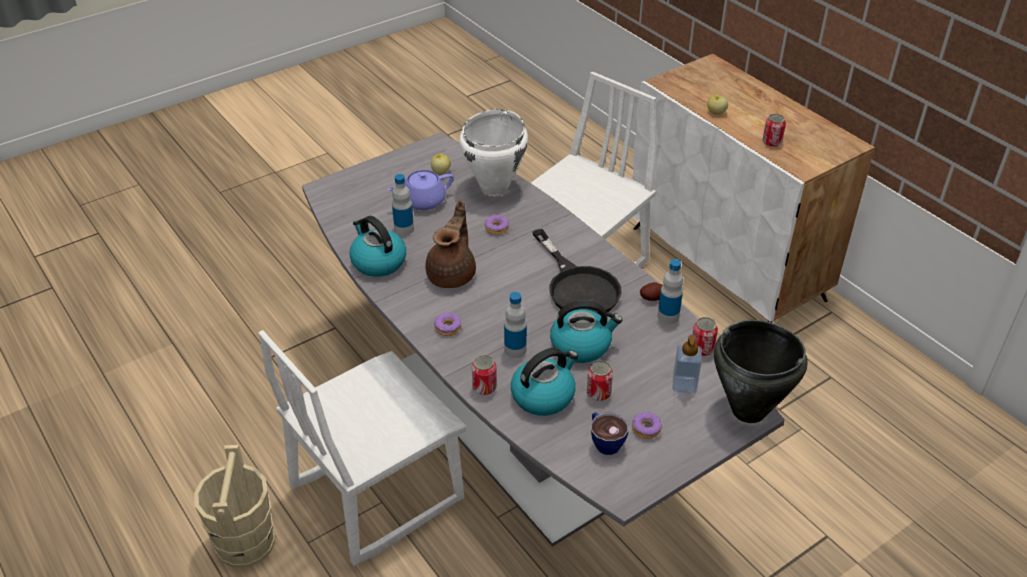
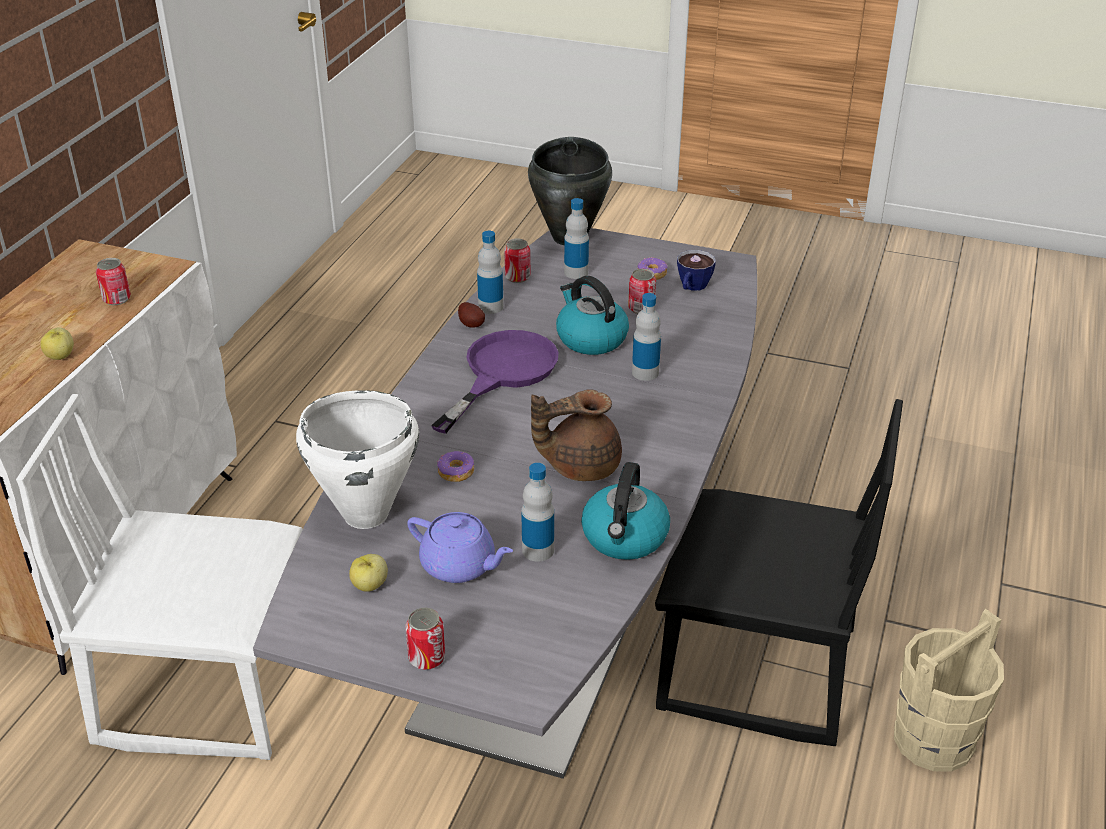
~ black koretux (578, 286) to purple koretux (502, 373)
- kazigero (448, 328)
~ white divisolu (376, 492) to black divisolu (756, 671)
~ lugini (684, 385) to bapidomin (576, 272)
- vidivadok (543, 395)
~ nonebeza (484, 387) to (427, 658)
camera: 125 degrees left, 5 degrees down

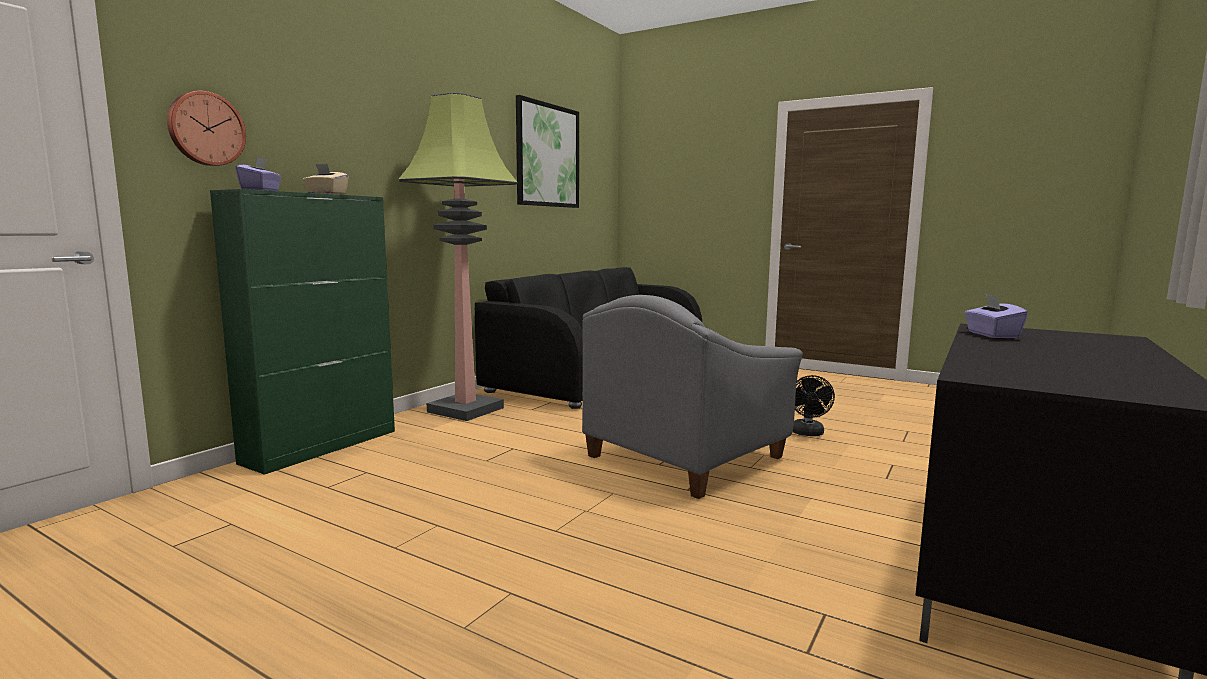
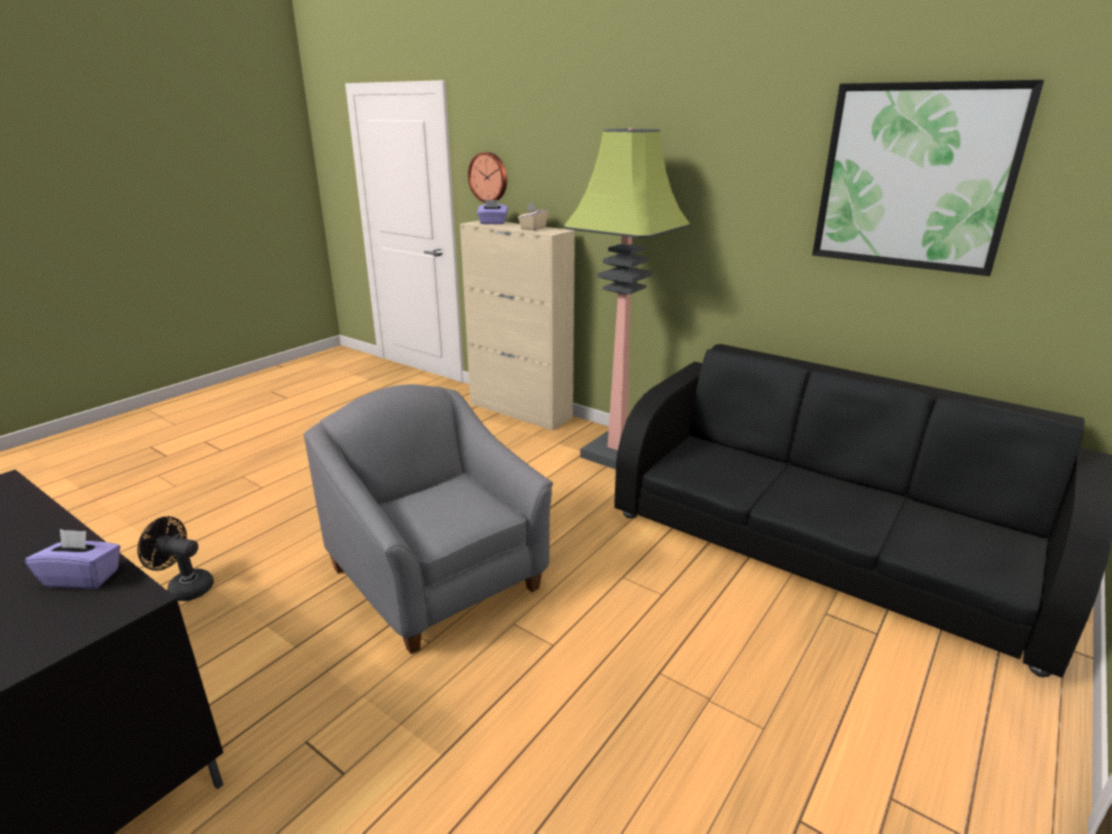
~ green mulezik (322, 446) to beige mulezik (520, 411)
~ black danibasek (808, 434) to (185, 587)
camera: 95 degrees right, 15 degrees up

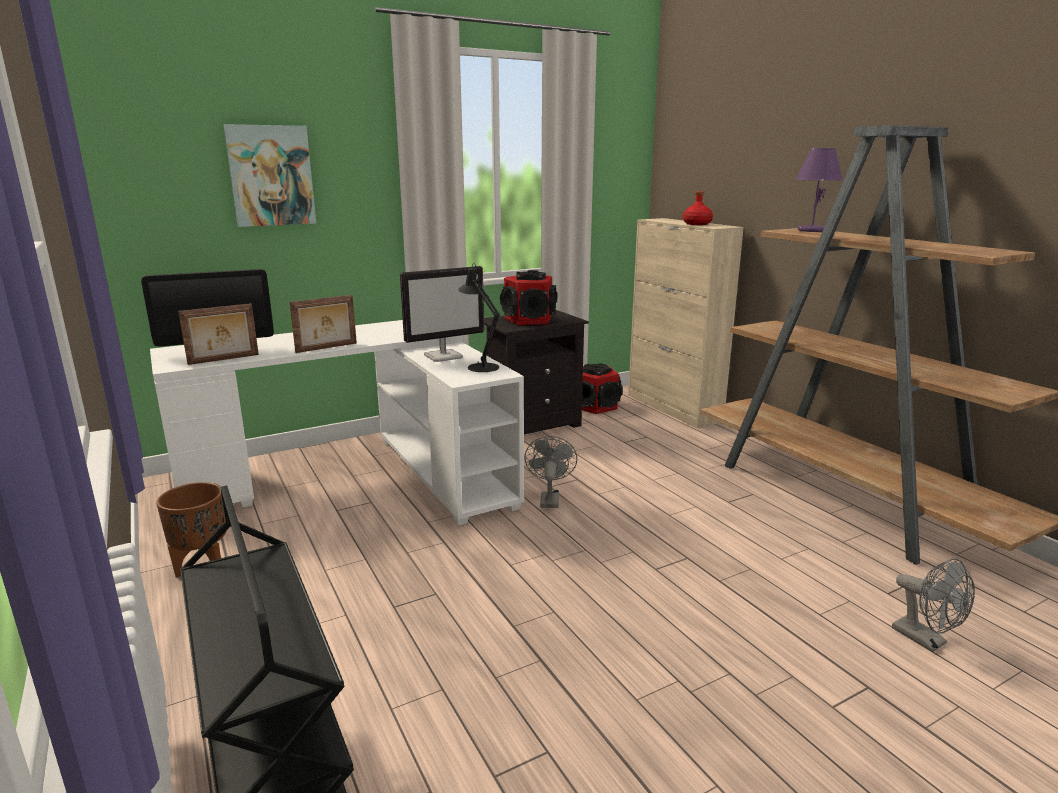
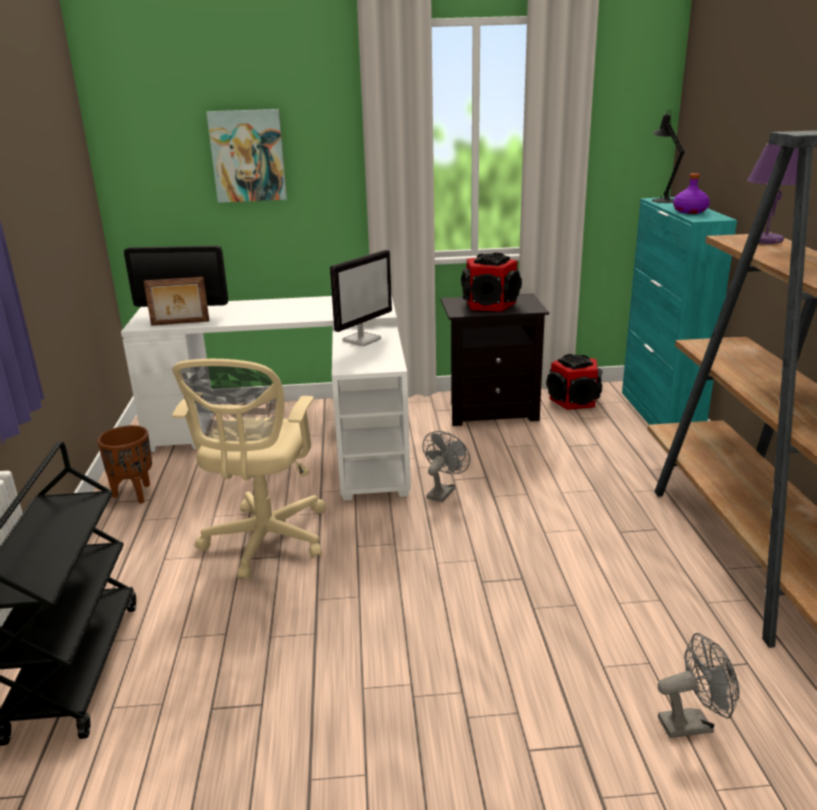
~ red bapidomin (696, 224) to purple bapidomin (689, 211)
~ beige mulezik (673, 408) to turquoise mulezik (660, 415)
~ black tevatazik (480, 366) to (663, 200)
~ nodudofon (444, 356) = (362, 339) 45 degrees counterclockwise
- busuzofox (327, 348)
~ grey danibasek (926, 640) = (692, 724) 90 degrees counterclockwise
+ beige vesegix (264, 542)
camera: 25 degrees right, 5 degrees up

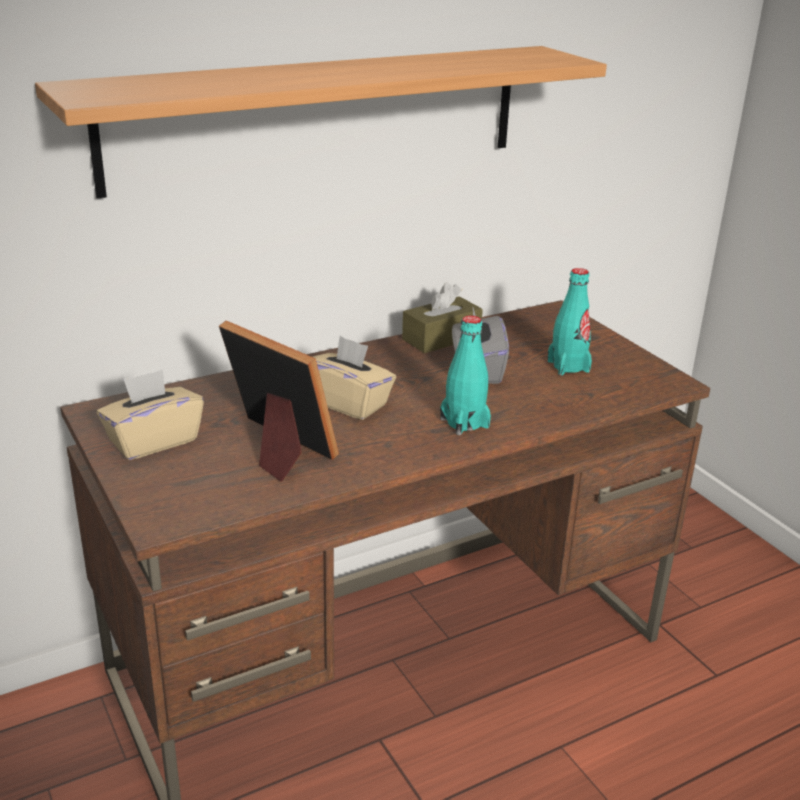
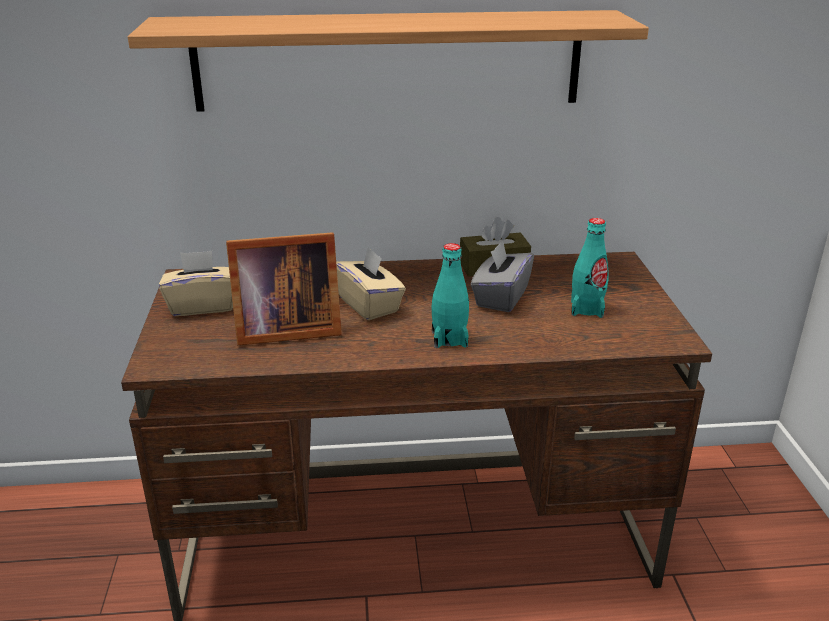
~ busuzofox (277, 448) = (283, 329) 105 degrees clockwise
camera: 25 degrees right, 0 degrees up

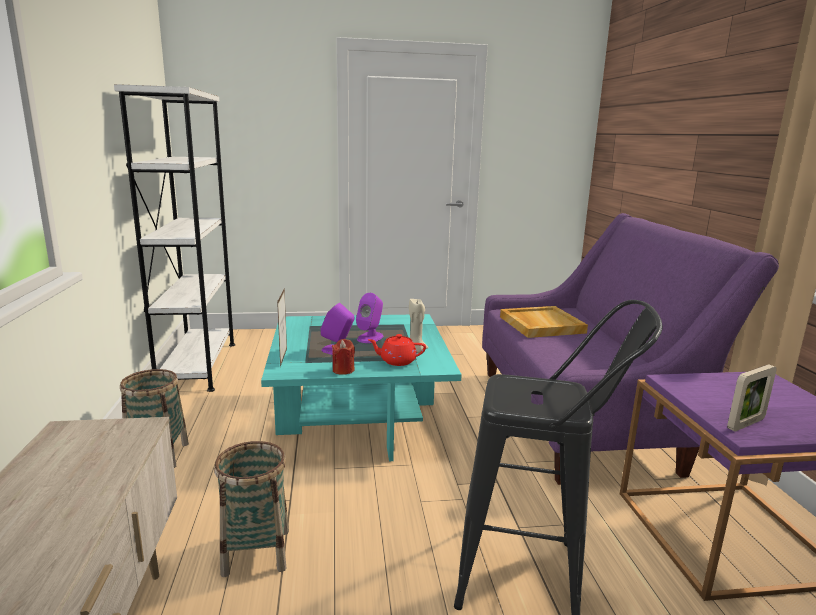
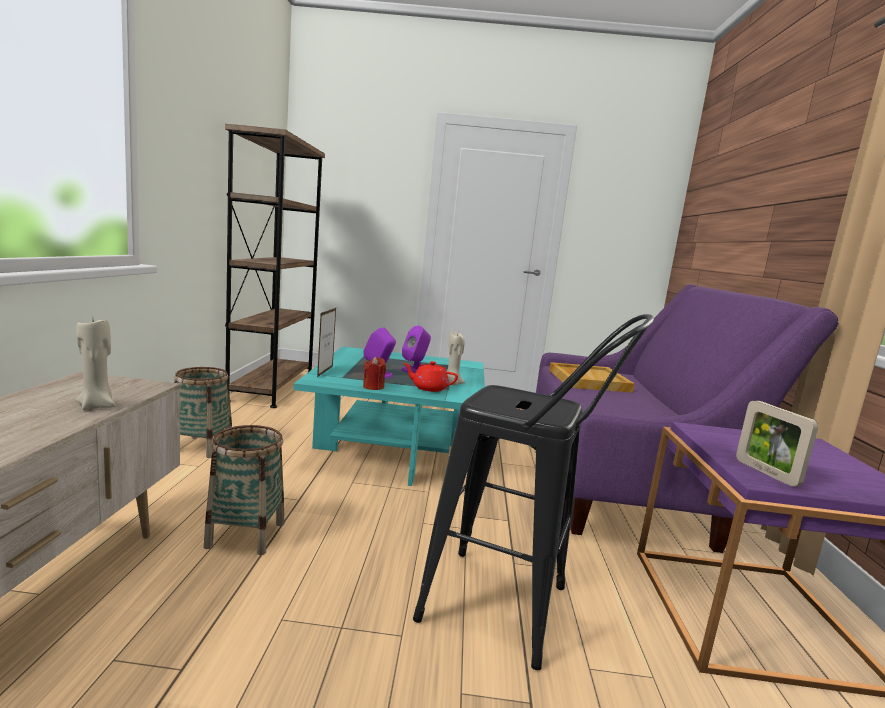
~ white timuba (198, 366) to brown timuba (272, 388)
~ busuzofox (746, 424) = (766, 473) 90 degrees clockwise
+ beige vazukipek (97, 406)
camera: 10 degrees right, 5 degrees down

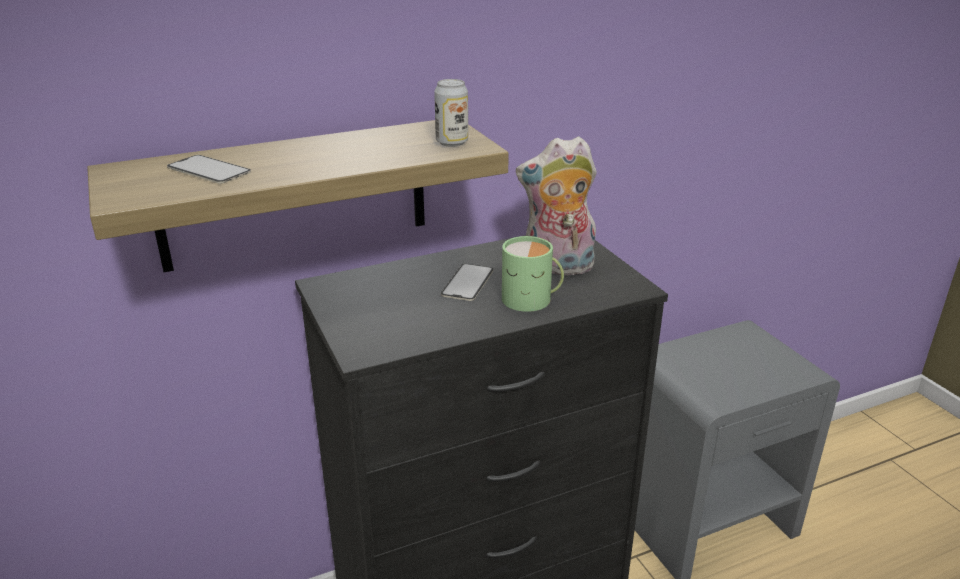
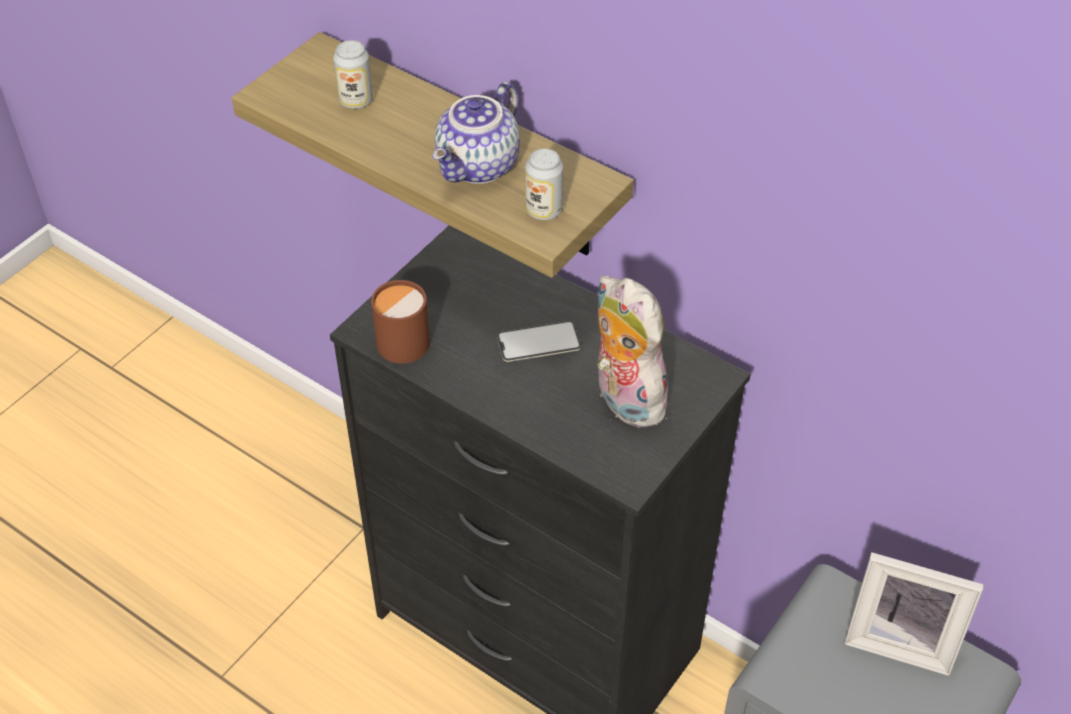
~ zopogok (209, 170) to nonebeza (356, 100)
- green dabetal (531, 300)
+ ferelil (479, 167)
+ brown dabetal (399, 339)
+ busuzofox (900, 640)
camera: 60 degrees right, 20 degrees up

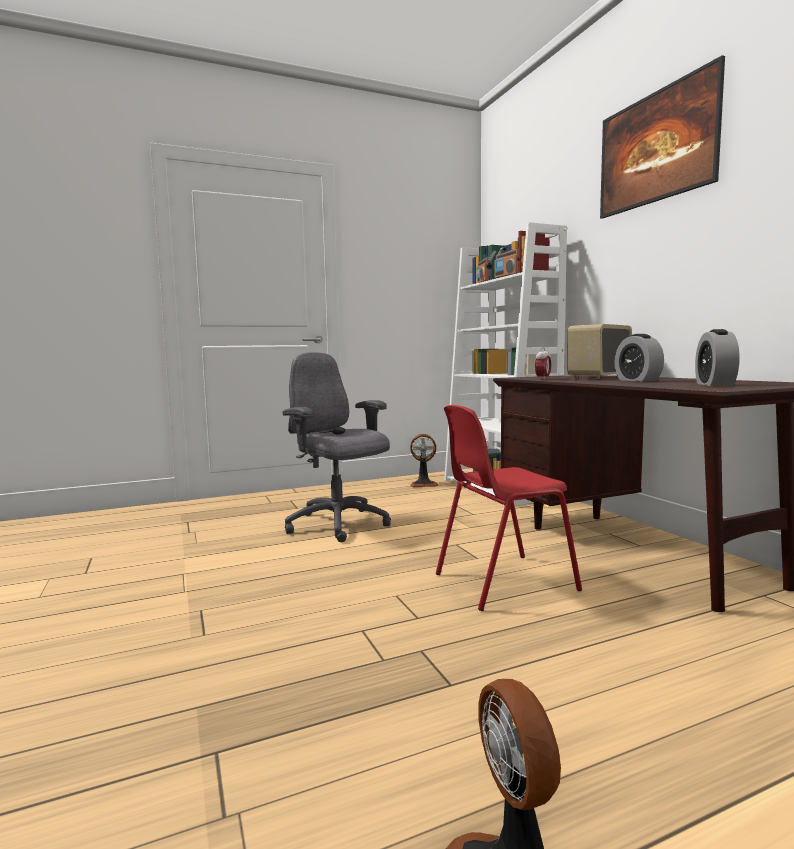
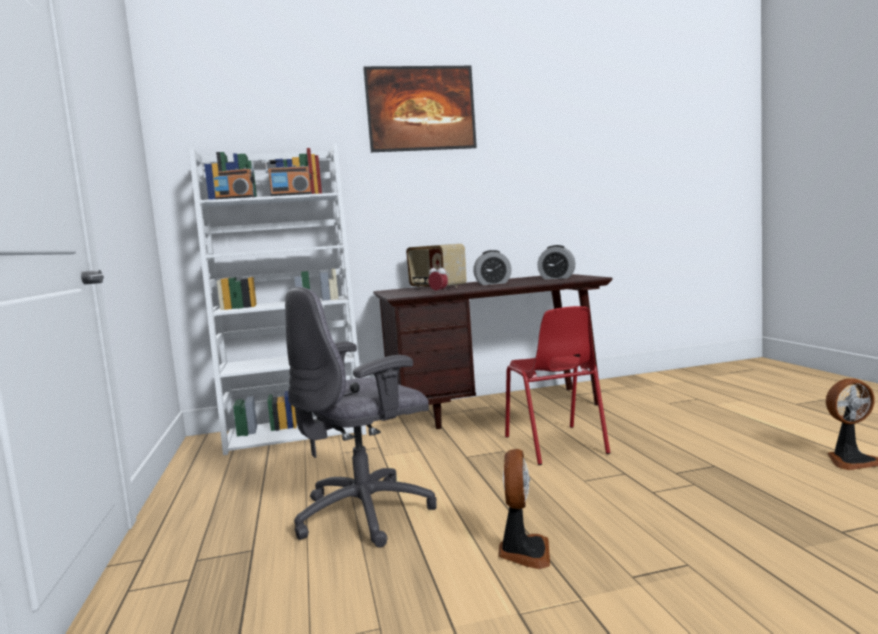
~ danibasek (423, 484) to (523, 552)
camera: 80 degrees left, 0 degrees up

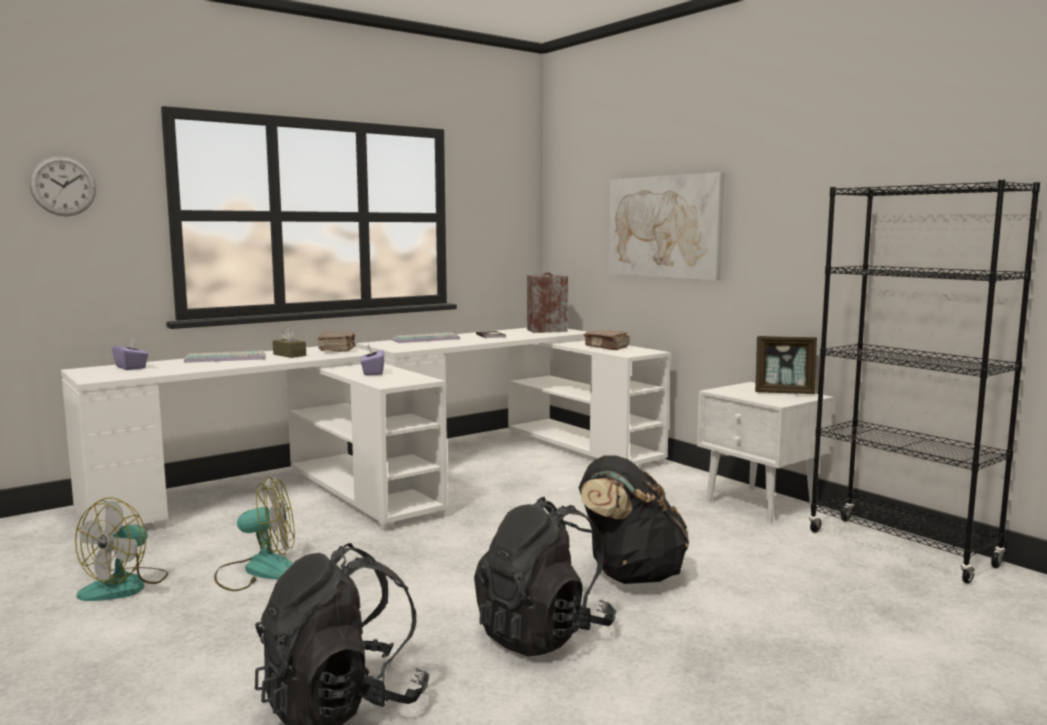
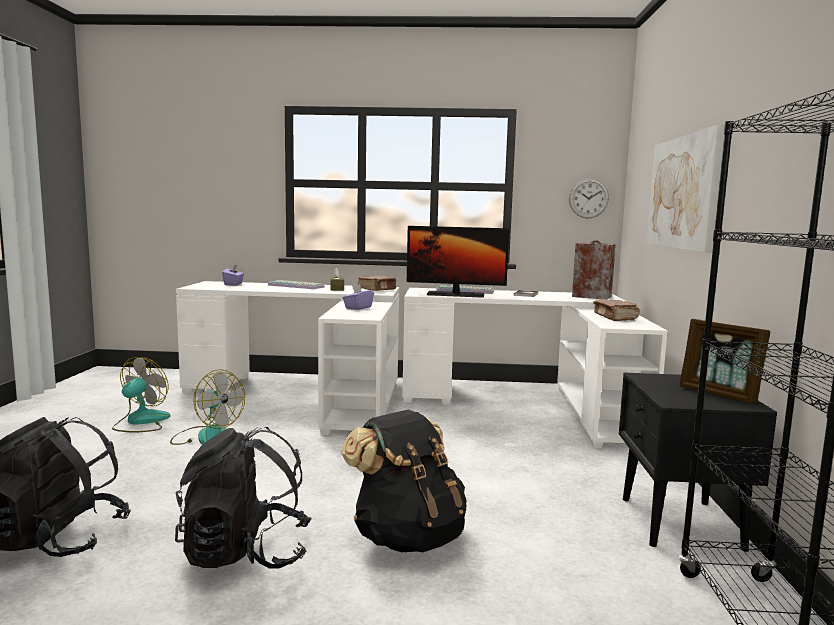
~ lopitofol (63, 186) to (588, 198)
~ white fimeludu (760, 505) to black fimeludu (680, 524)
~ danibasek (125, 585) = (141, 422) 135 degrees clockwise
+ nodudofon (455, 294)
camera: 40 degrees right, 0 degrees up

